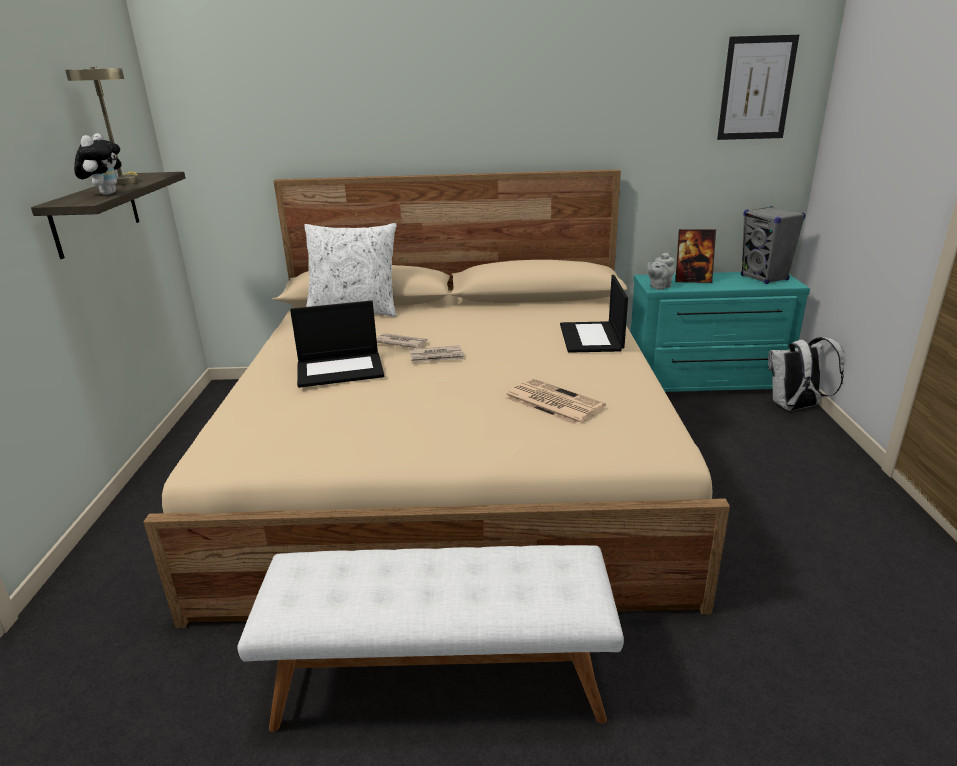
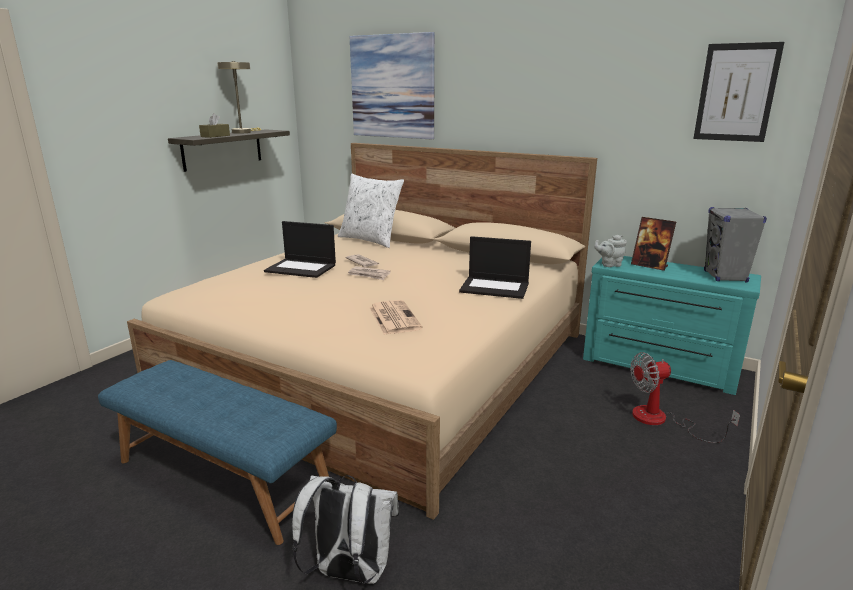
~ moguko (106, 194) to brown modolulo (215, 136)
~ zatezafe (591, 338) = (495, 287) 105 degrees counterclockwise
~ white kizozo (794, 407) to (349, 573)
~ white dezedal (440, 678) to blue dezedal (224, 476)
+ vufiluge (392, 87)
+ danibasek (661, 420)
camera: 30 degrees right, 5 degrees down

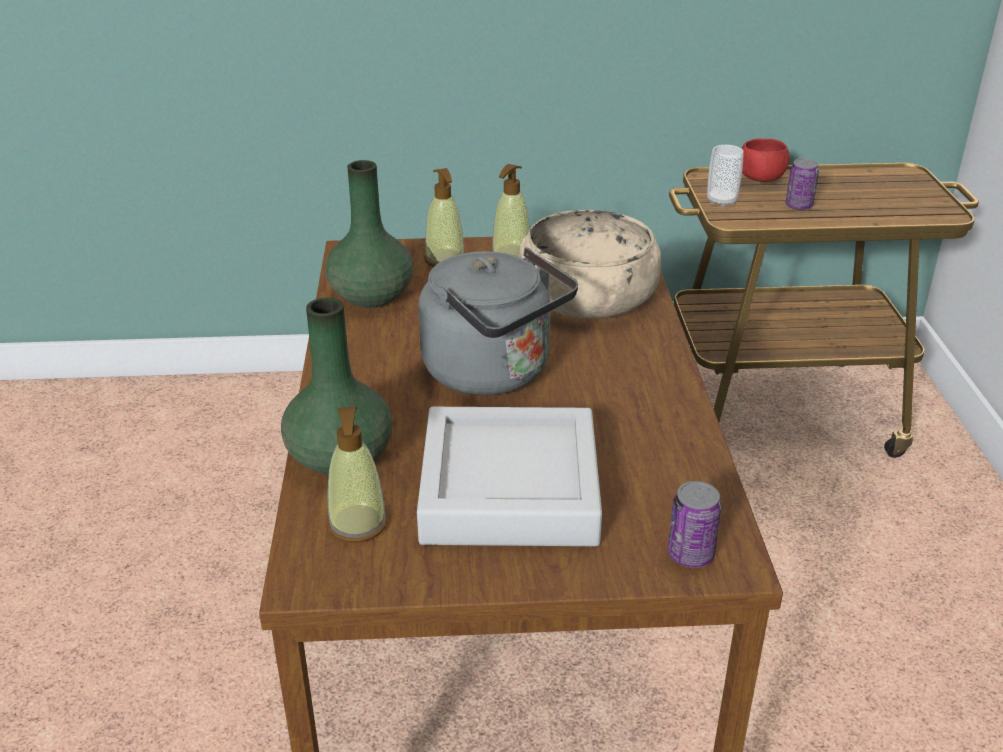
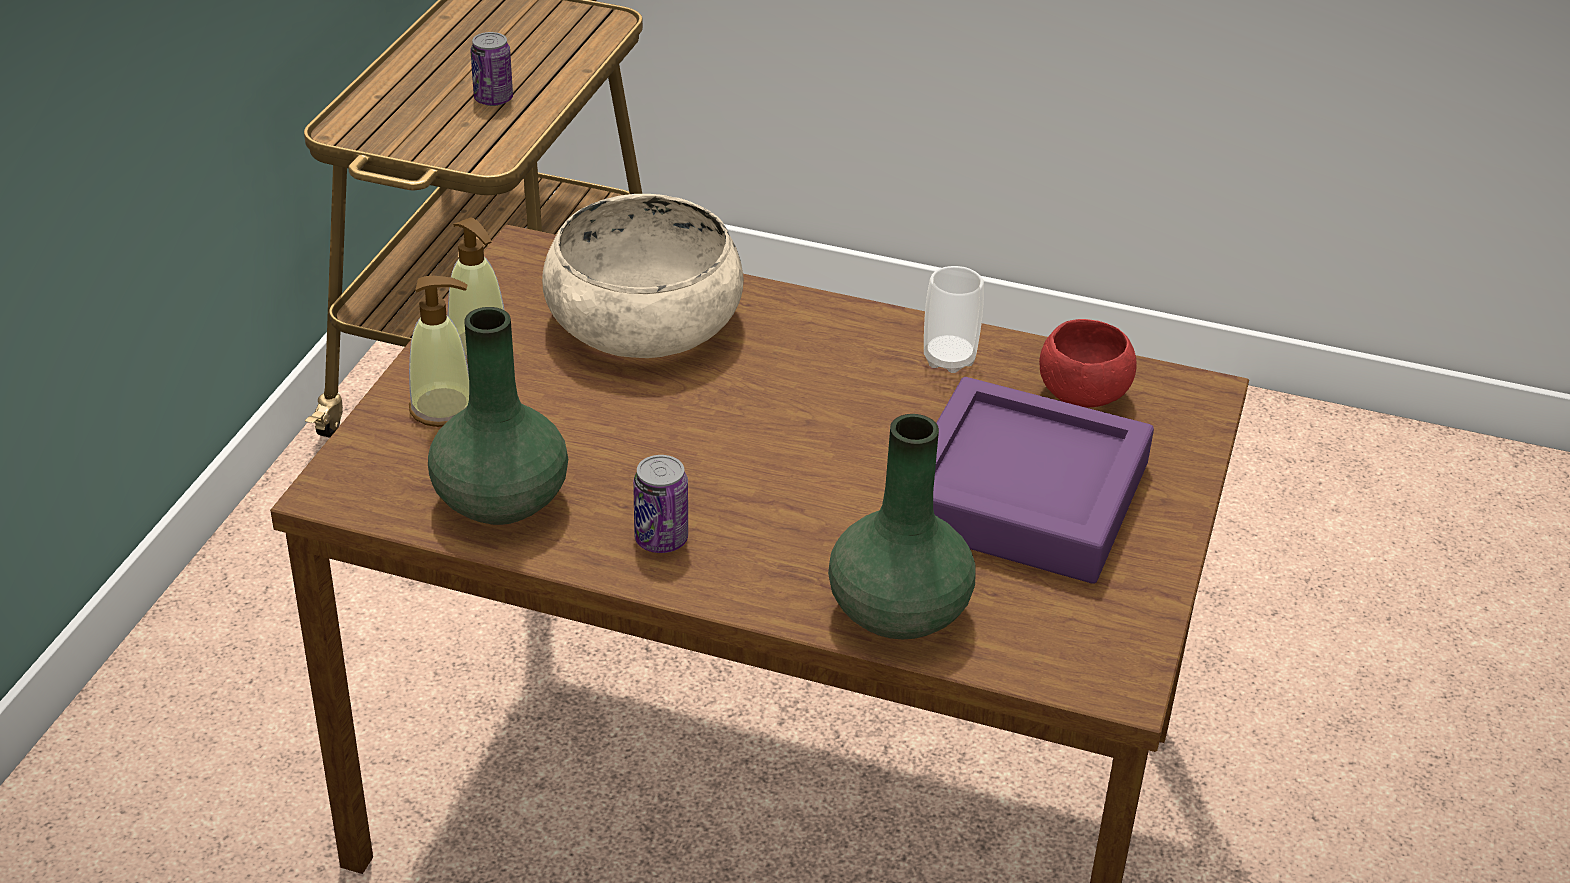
~ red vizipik (761, 178) to (1082, 394)
~ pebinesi (721, 201) to (949, 359)
- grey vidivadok (494, 373)
- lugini (357, 524)
~ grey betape (509, 489) to purple betape (1023, 495)
~ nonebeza (690, 555) to (661, 539)
camera: 70 degrees left, 5 degrees up

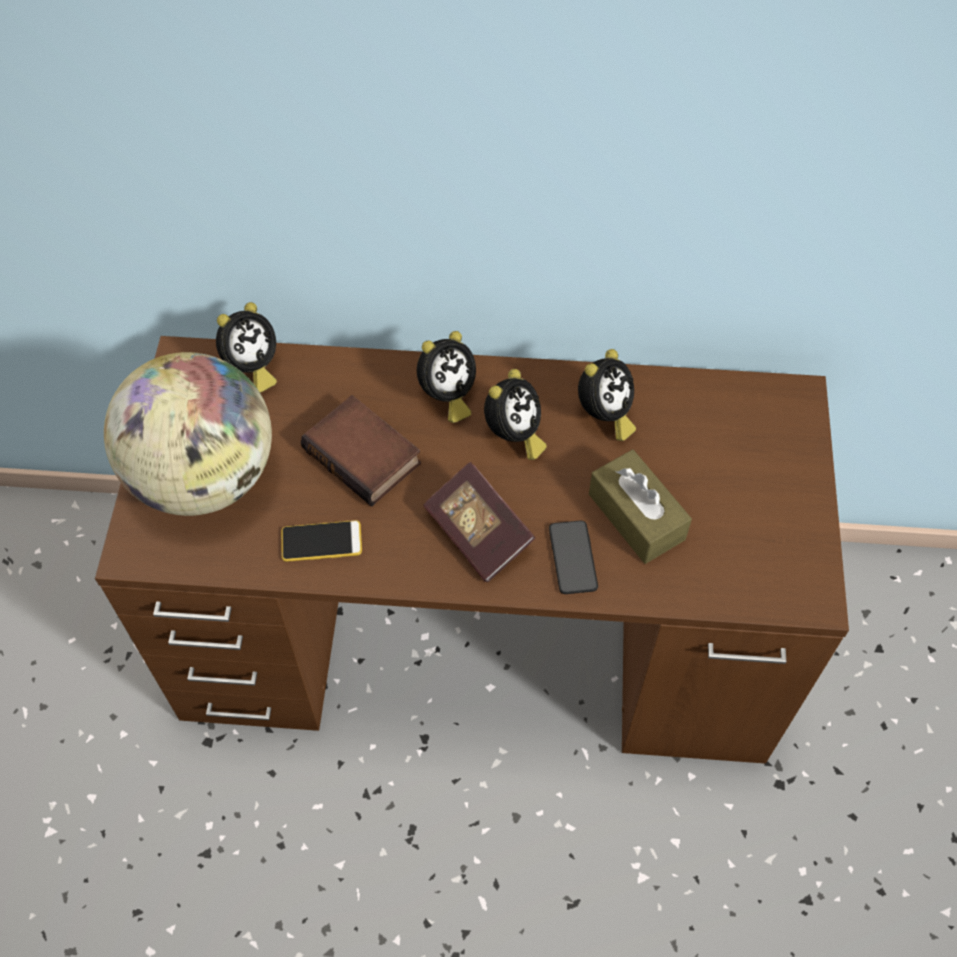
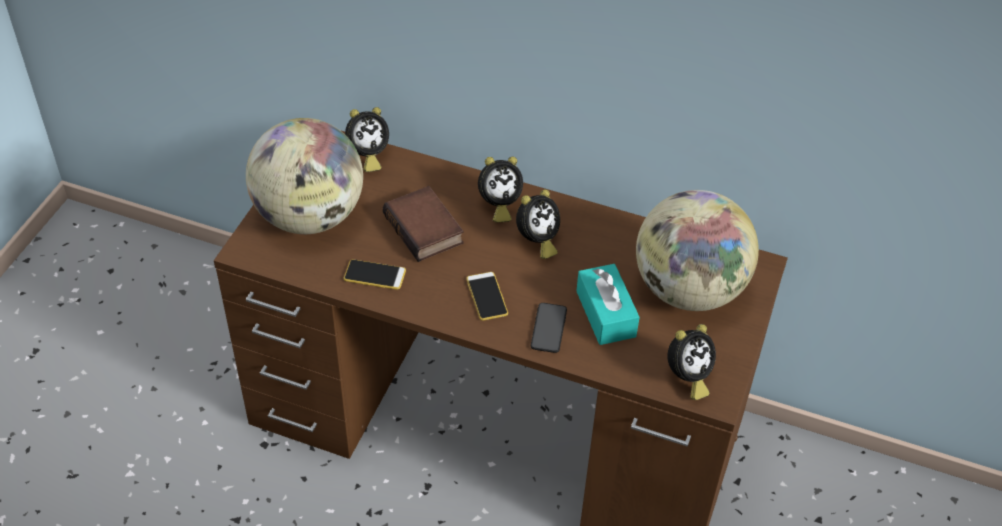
~ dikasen (604, 415) to (687, 378)
~ brown modolulo (636, 516) to turquoise modolulo (605, 314)
~ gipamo (478, 533) to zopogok (487, 296)
+ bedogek (688, 290)
camera: 15 degrees right, 10 degrees down

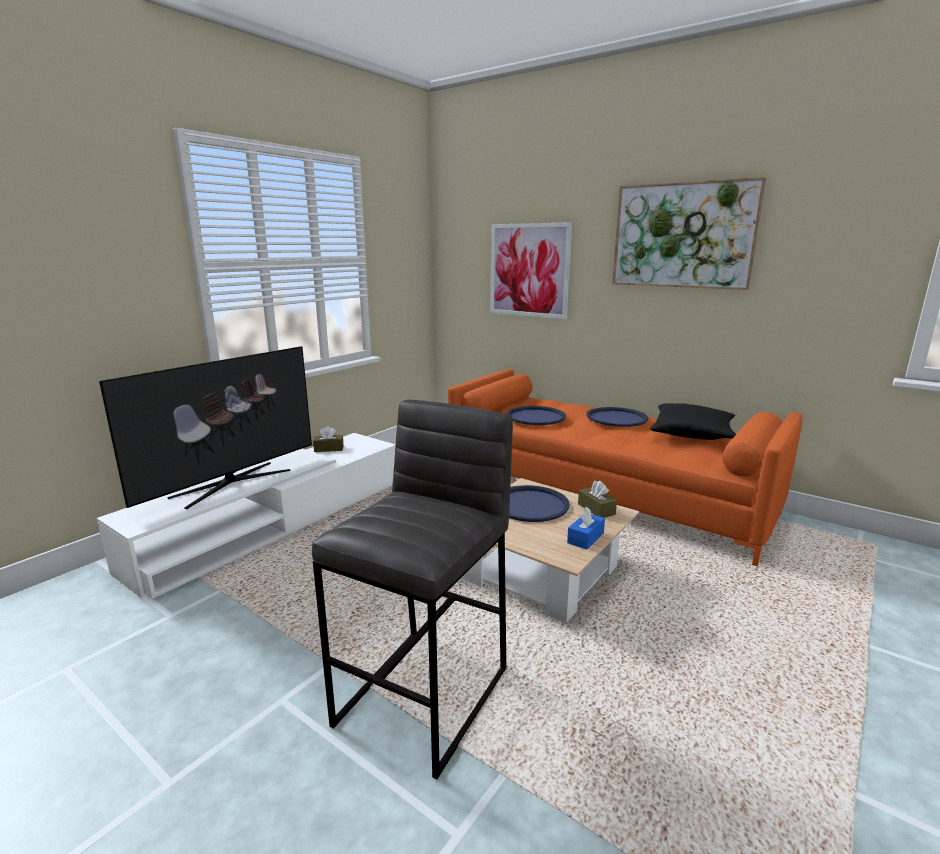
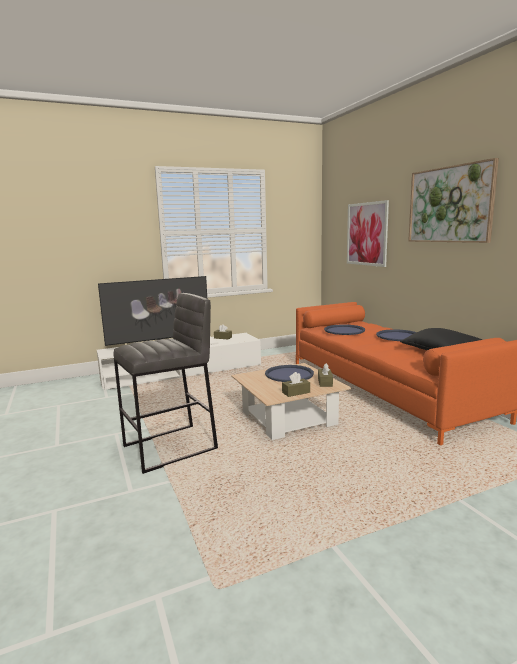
~ blue modolulo (585, 538) to brown modolulo (296, 392)
camera: 30 degrees right, 5 degrees down

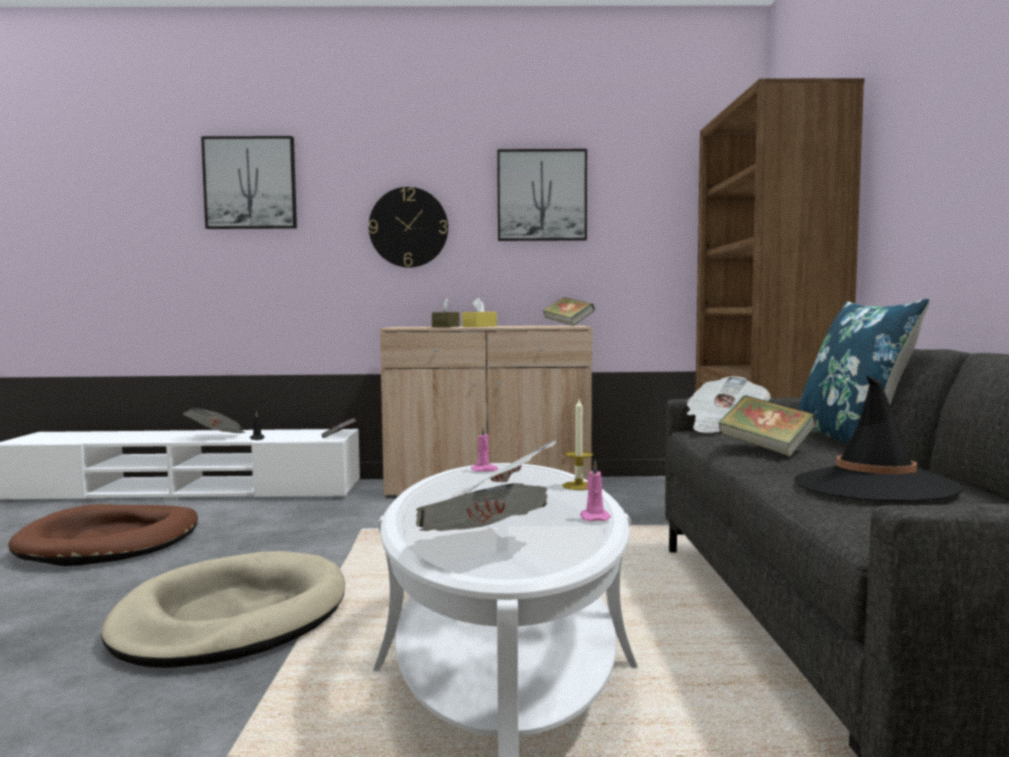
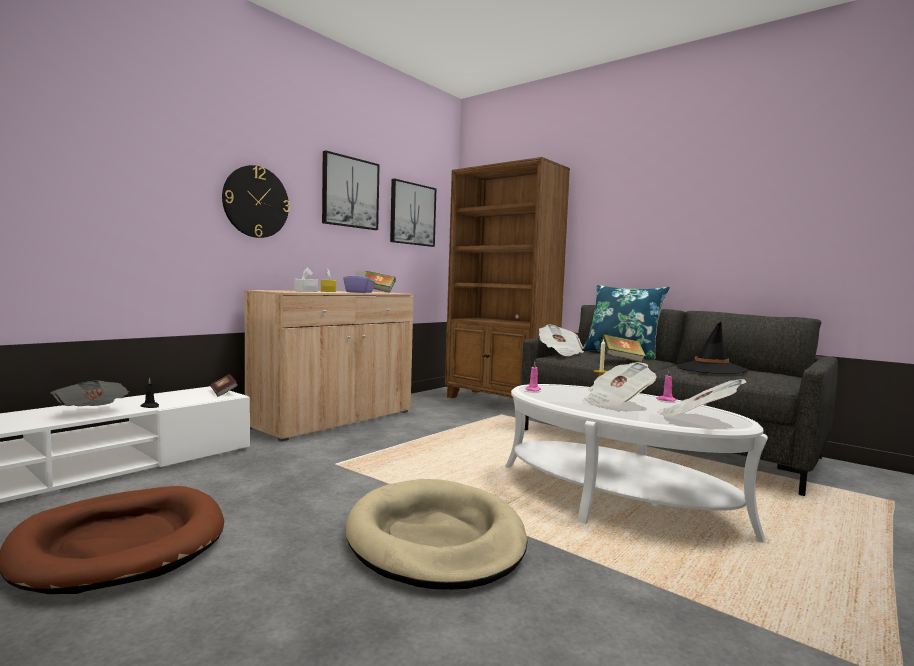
~ vufiluge (250, 183) to (412, 214)
~ brown modolulo (446, 326) to white modolulo (305, 291)
+ purple modolulo (359, 292)
camera: 50 degrees left, 0 degrees up

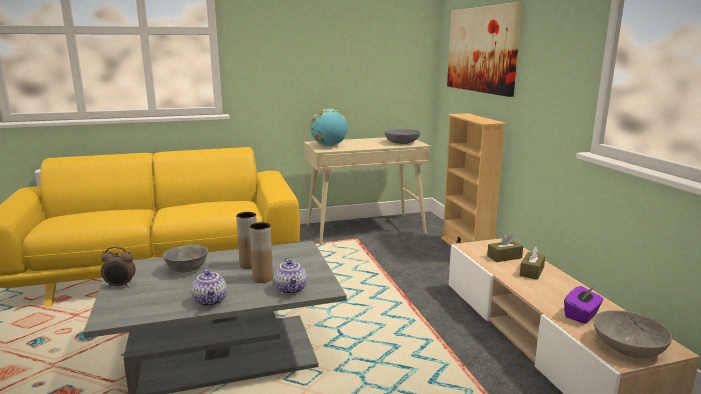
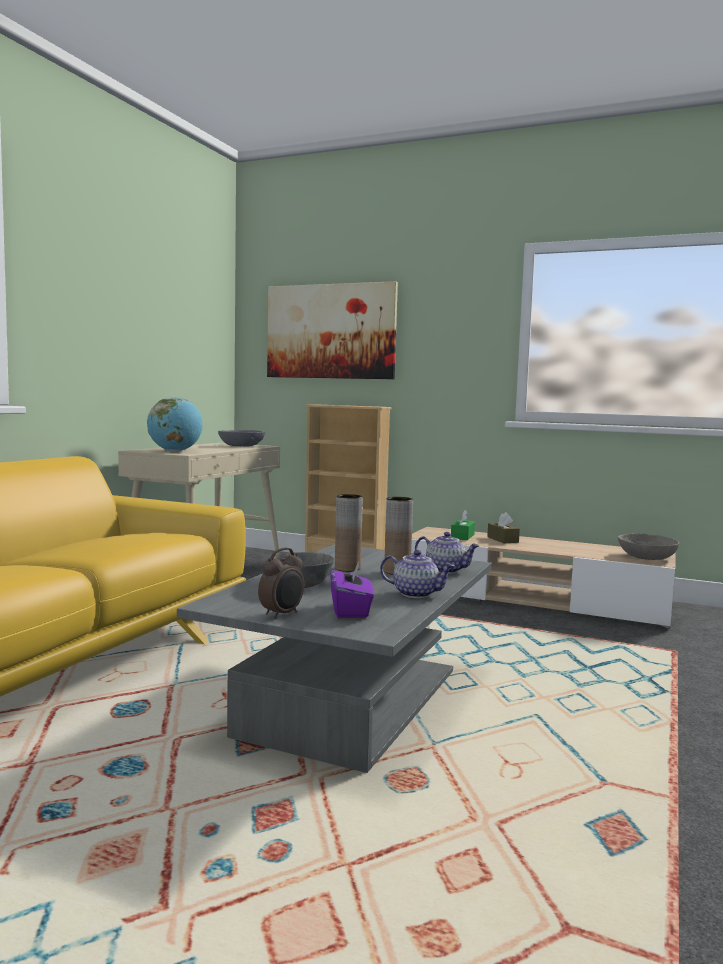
~ brown modolulo (504, 257) to green modolulo (462, 536)
~ purple modolulo (582, 315) to (351, 610)
camera: 50 degrees left, 10 degrees down

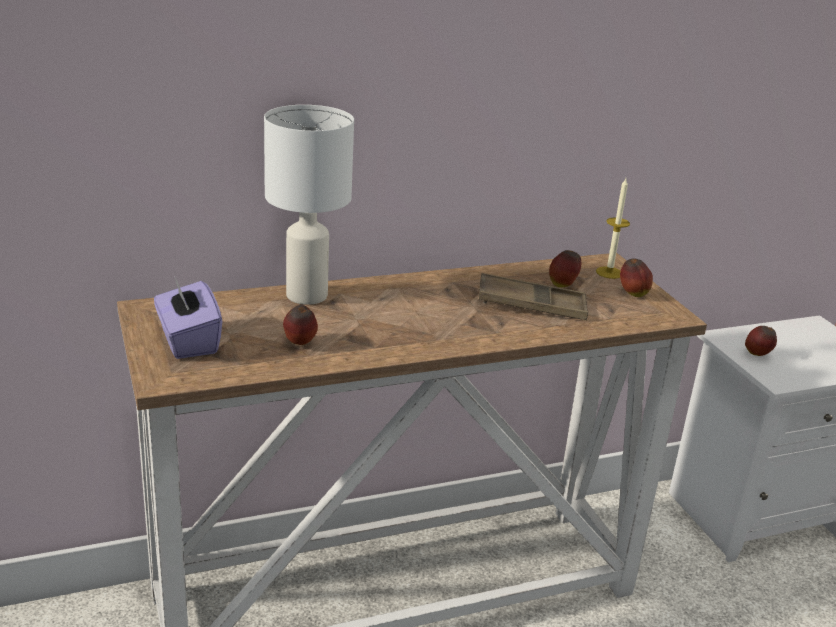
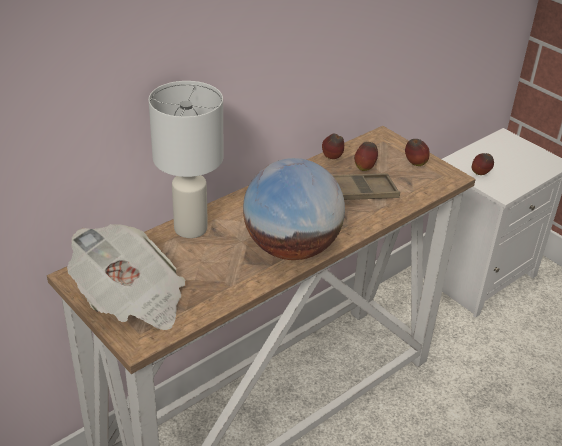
- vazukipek (609, 272)
~ purple modolulo (188, 341) to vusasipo (131, 300)
~ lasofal (300, 344) to (332, 158)
+ bedogek (291, 248)
camera: 20 degrees left, 10 degrees up

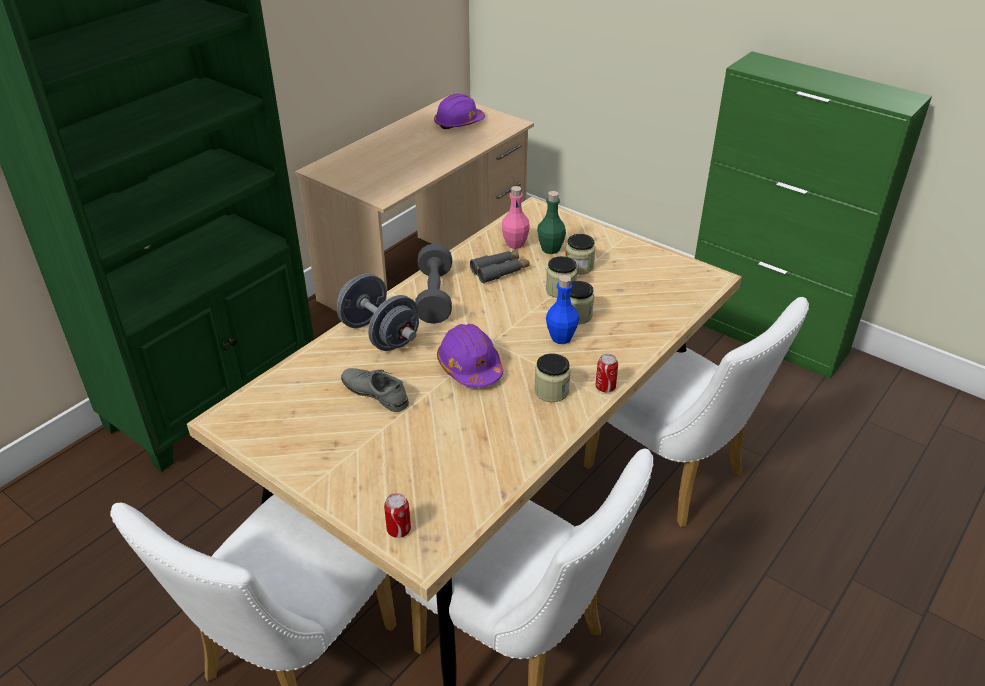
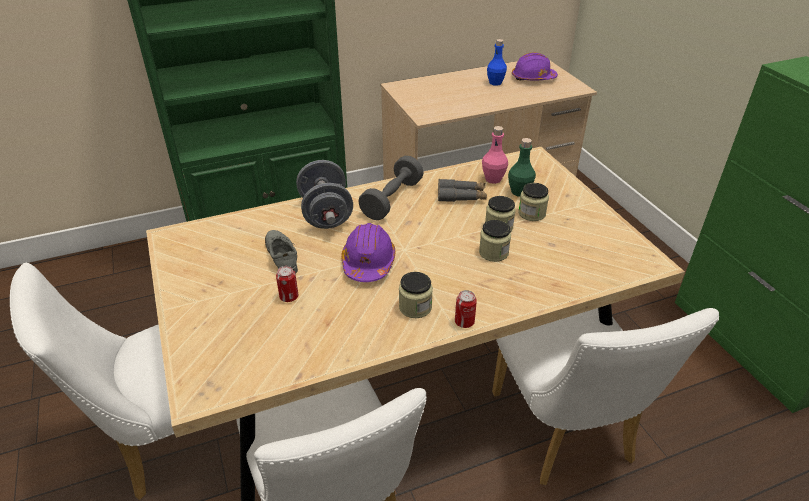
~ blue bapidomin (561, 338) to (495, 83)
~ nonebeza (399, 529) to (289, 297)
camera: 30 degrees right, 0 degrees up

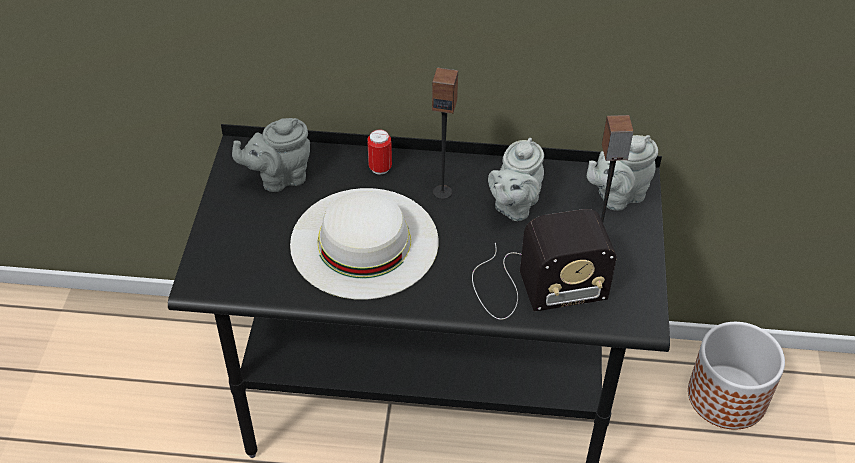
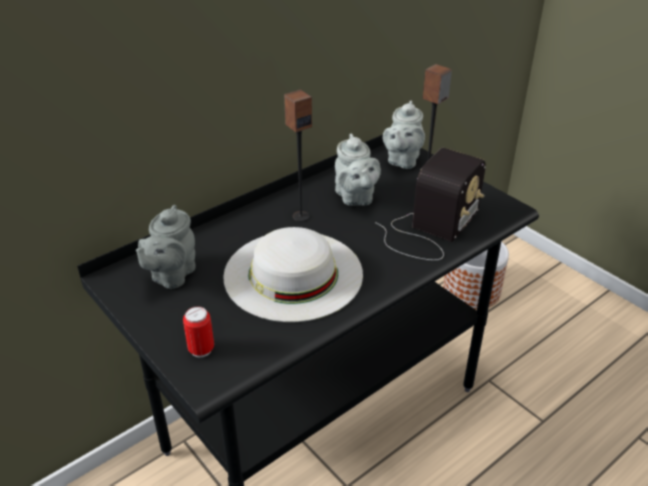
~ nonebeza (380, 168) to (201, 349)
camera: 45 degrees left, 10 degrees down

